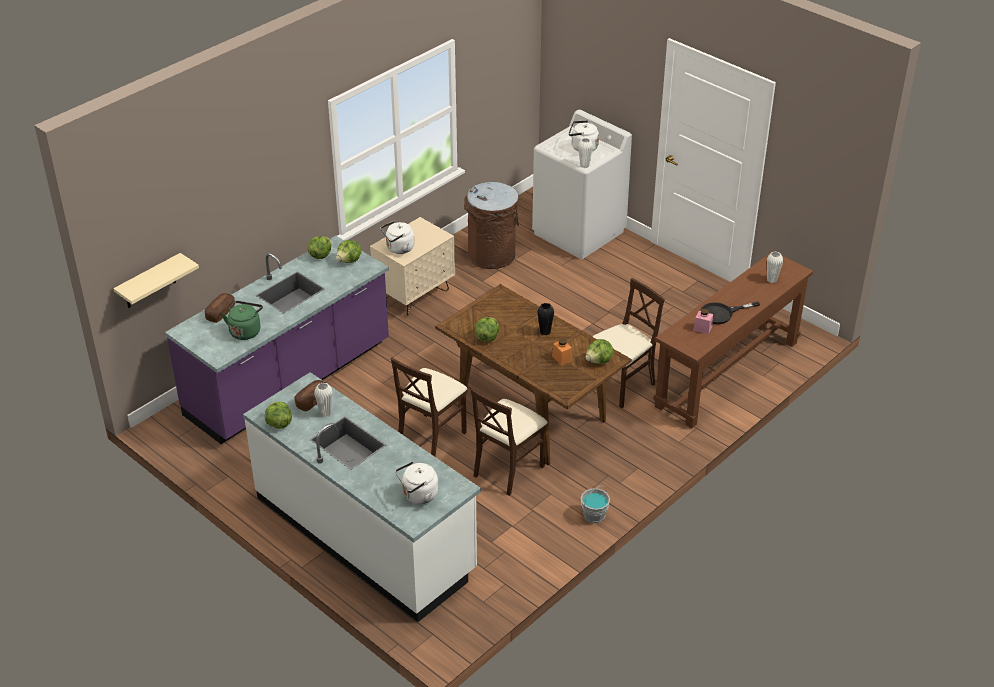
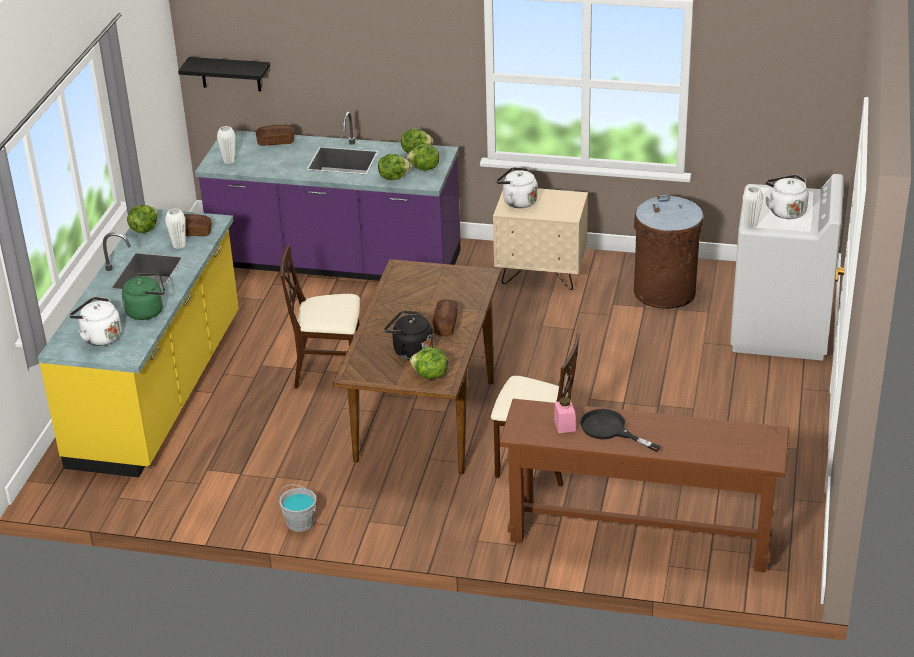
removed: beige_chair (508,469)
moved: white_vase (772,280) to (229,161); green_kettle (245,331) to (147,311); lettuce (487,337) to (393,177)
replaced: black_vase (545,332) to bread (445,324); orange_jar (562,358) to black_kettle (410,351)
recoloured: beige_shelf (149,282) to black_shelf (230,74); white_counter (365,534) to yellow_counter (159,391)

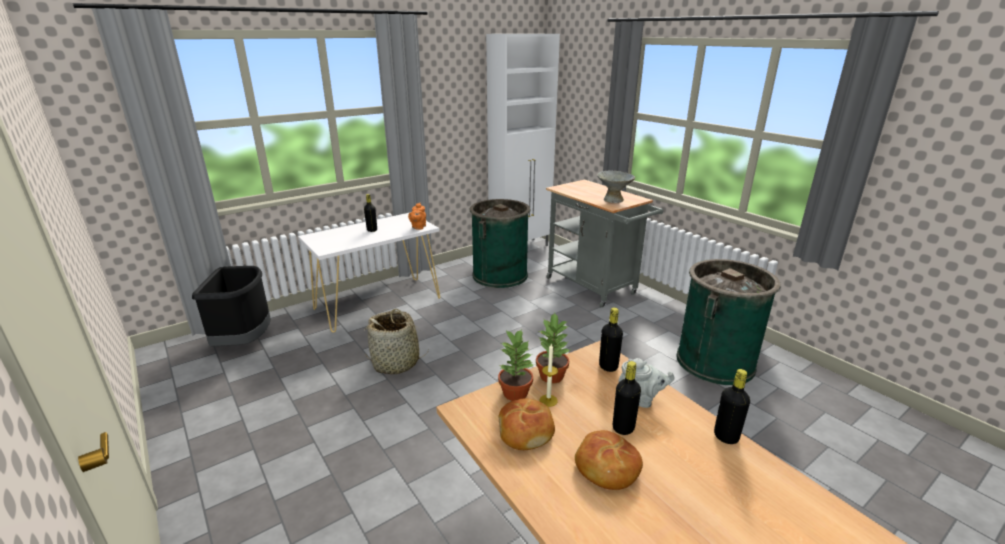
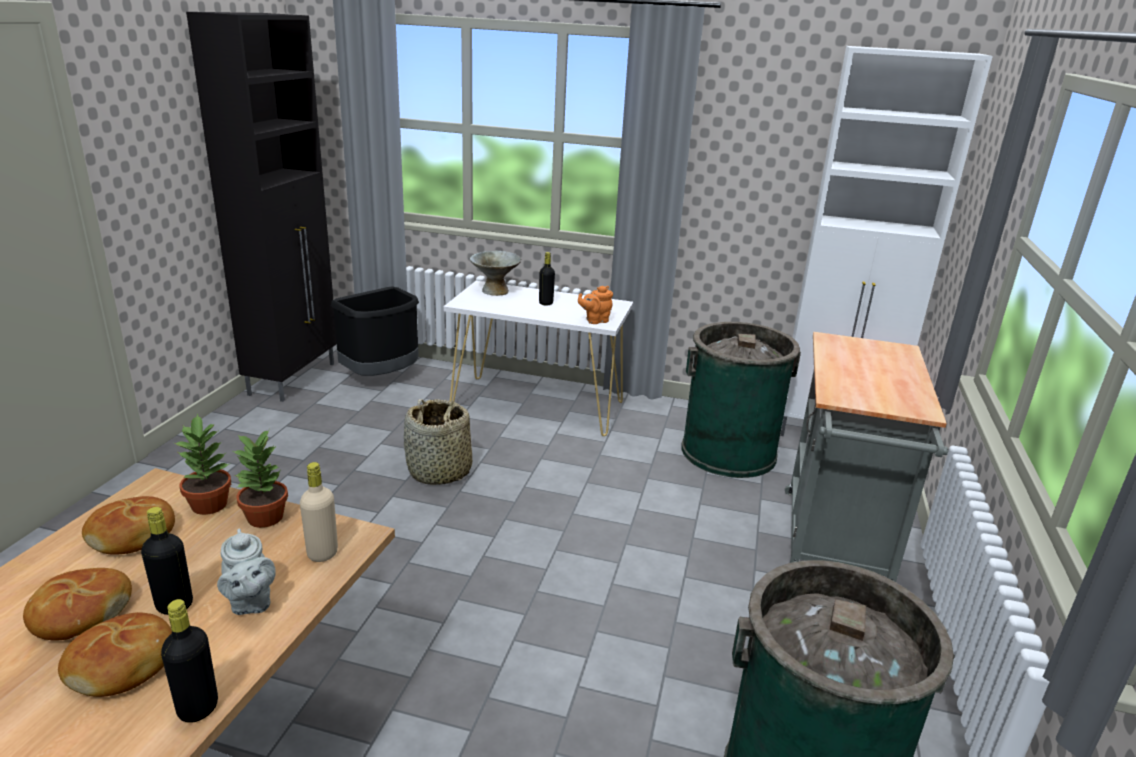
removed: candle (548,400)
added: black_cabinet (294,378); bread (123,666)
moved: grey_bowl (613,200) to (495,291)
recoloured: black_bottle (608,366) to beige_bottle (322,553)

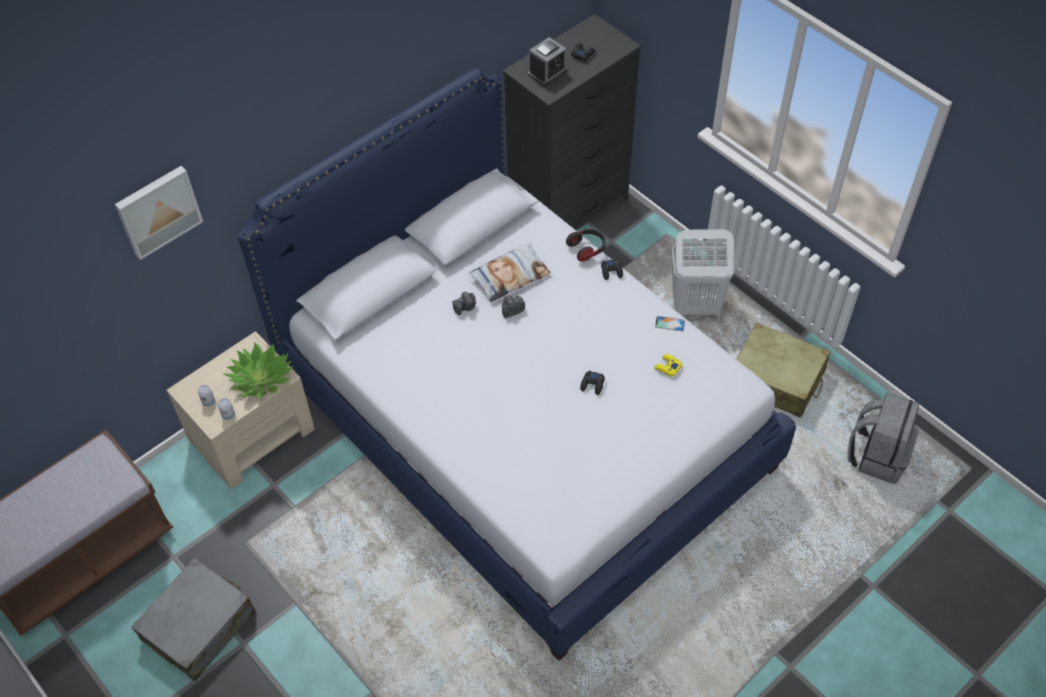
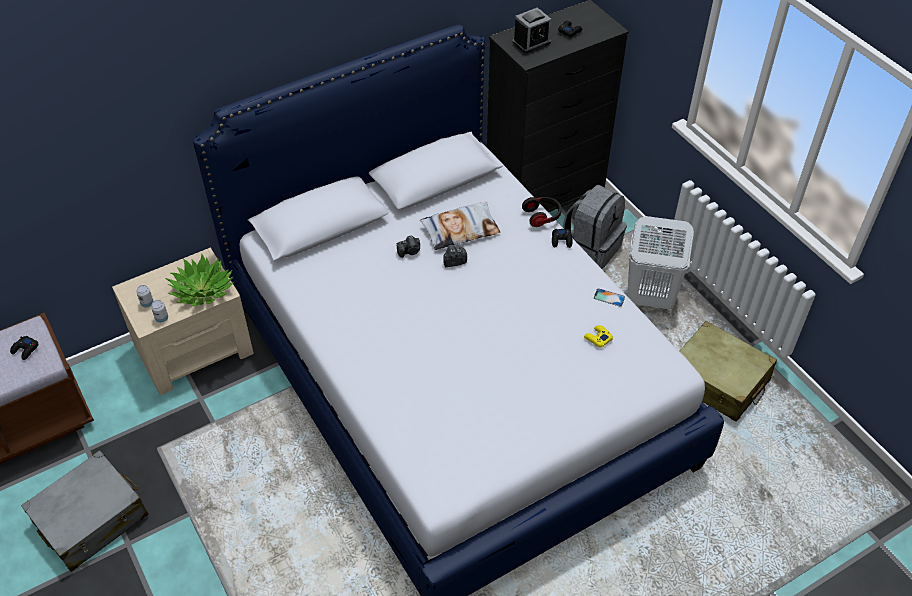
removed: picture (157,210)
moved: black_game_controller (592,385) to (25,350); grey_backpack (877,455) to (591,248)

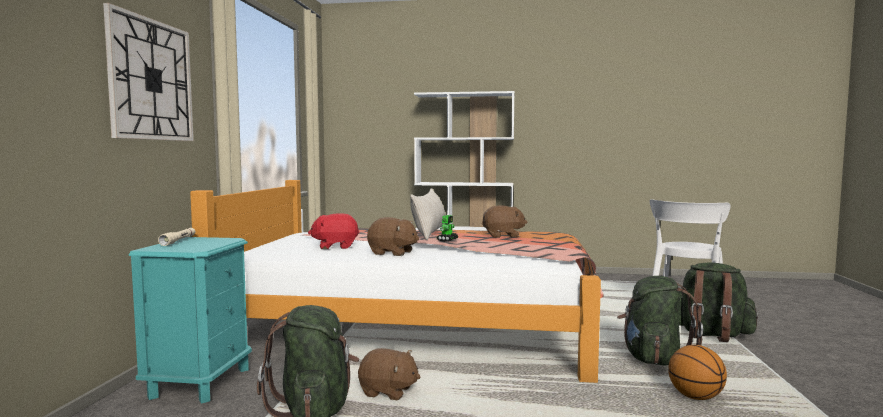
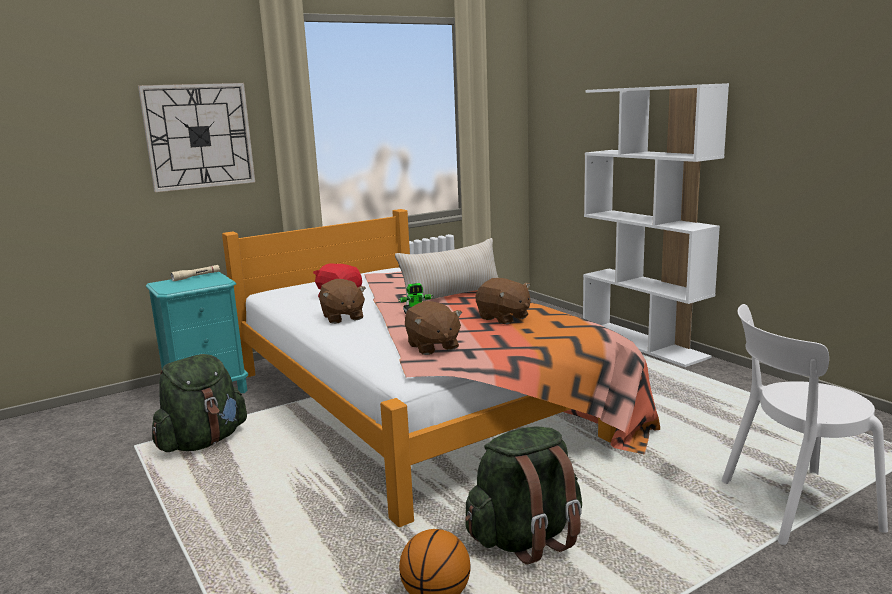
removed: green_backpack (711,335)
moved: brown_plush_toy (388,392) to (432,347)

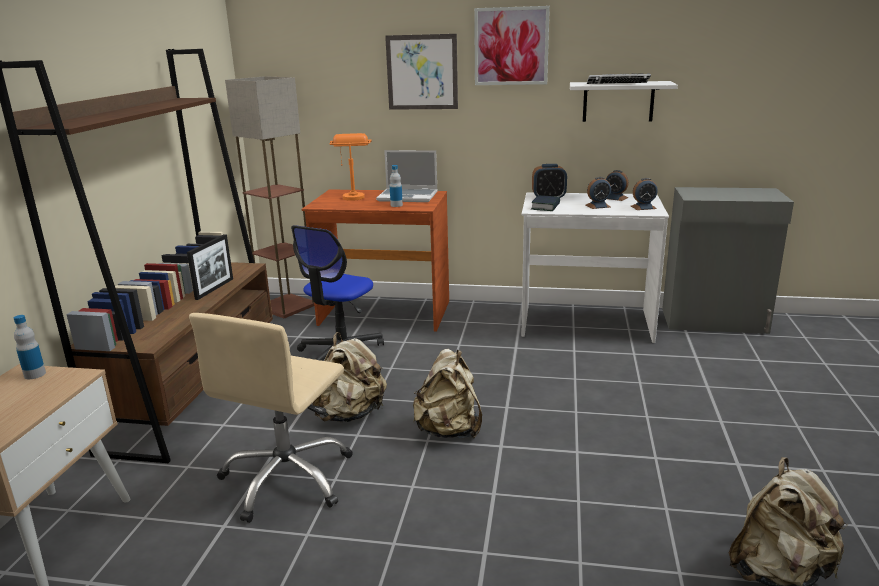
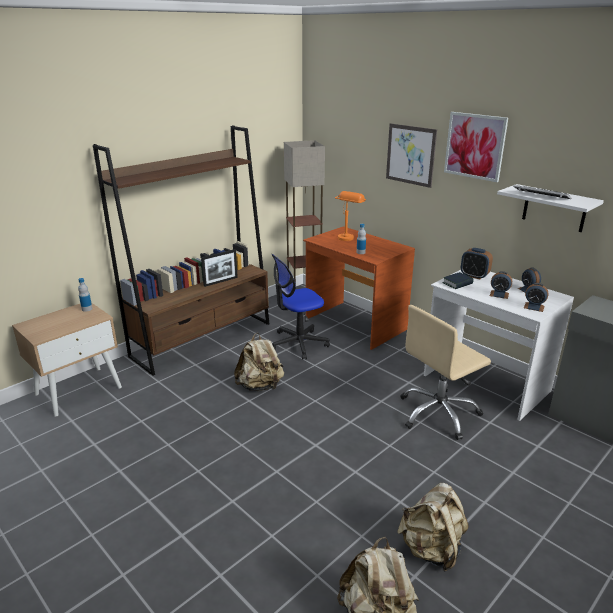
removed: laptop (408,197)
moved: beige_office_chair (288,479) to (438,413); beige_backpack (449,430) to (431,549)

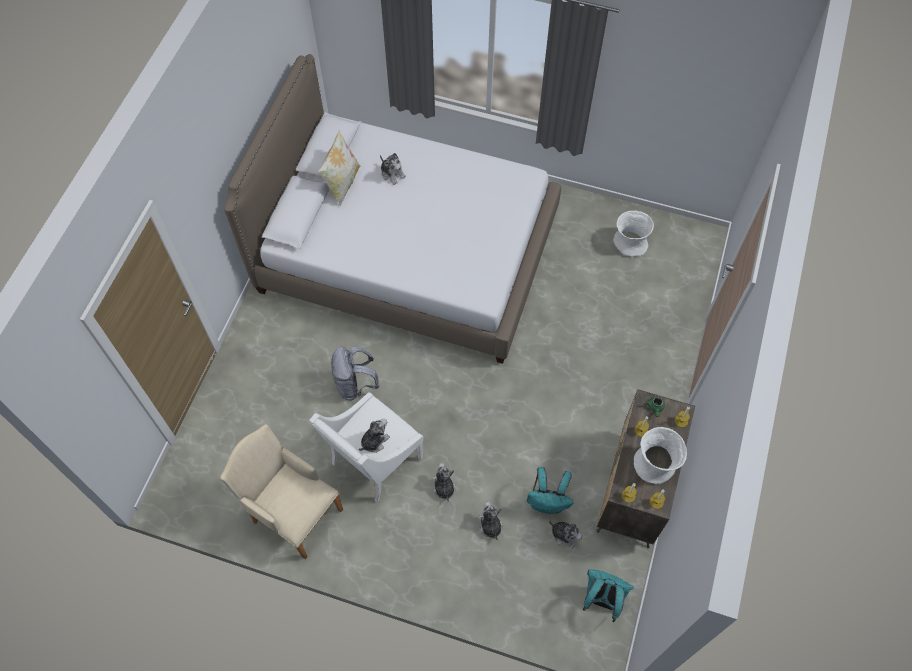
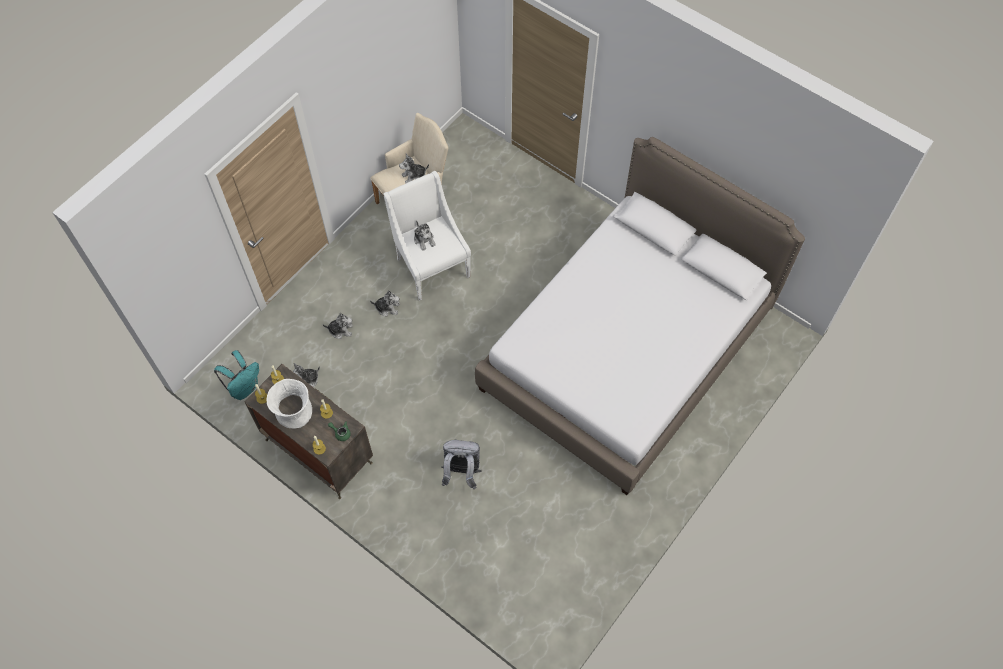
removed: pillow (342,184); white_vase (630,242); turquoise_backpack (547,503)
moved: plush_toy (392,173) to (414,176); grey_backpack (355,385) to (461,472)

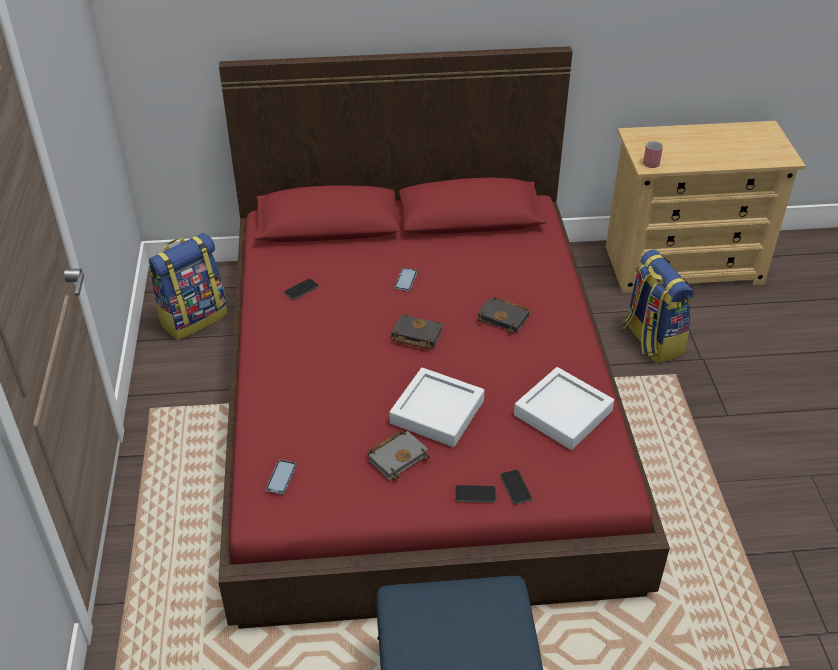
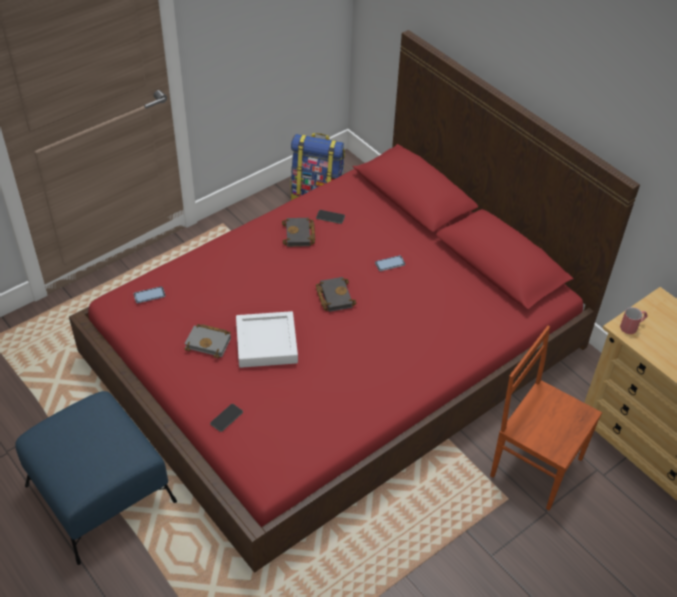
removed: white_tray (563,413); phone (475,494)
moved: black_book (505,318) to (300,235)
replaced: backpack (651,340) to brown_chair (535,465)

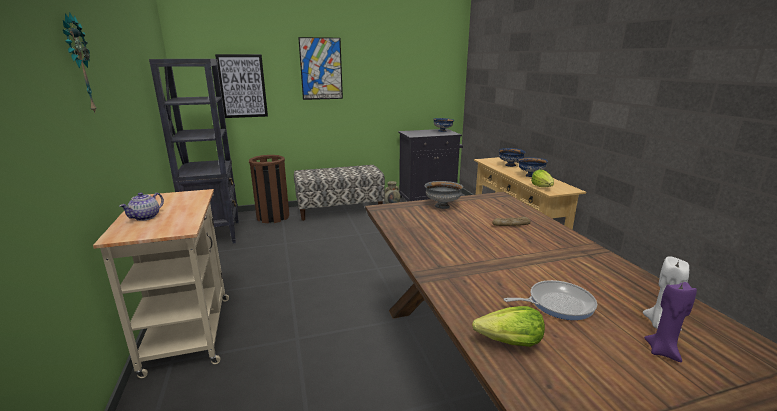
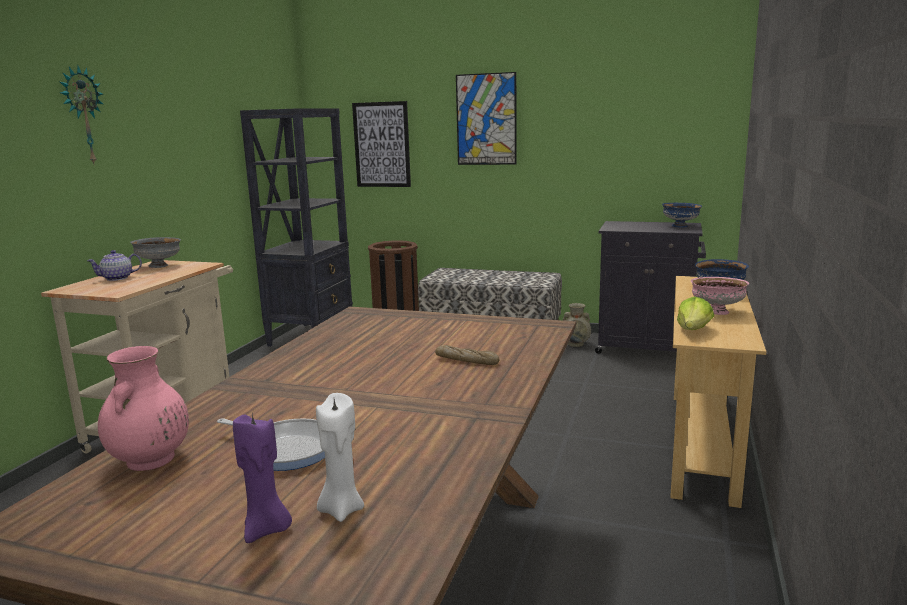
moved: grey_bowl (442,206) to (159,266)
replaced: lettuce (510,342) to pink_vase (150,460)
recoloured: blue_bowl (530,176) to pink_bowl (716,312)

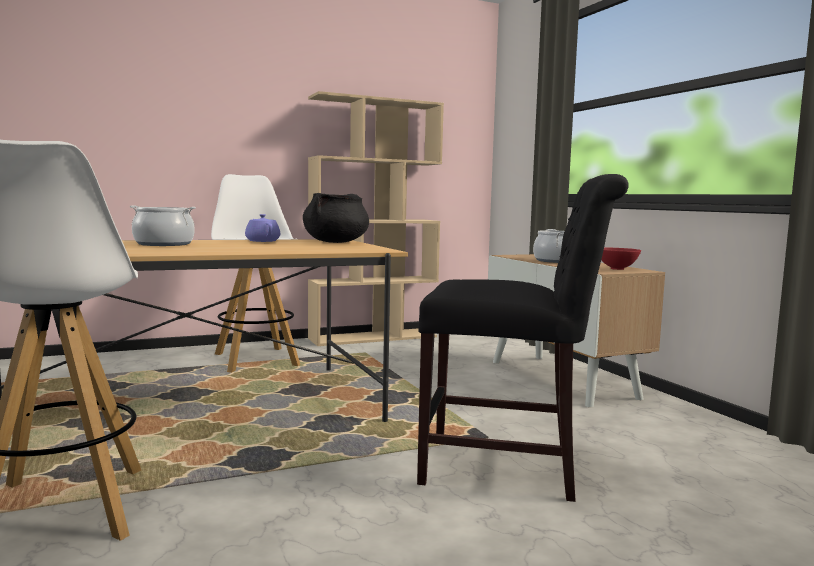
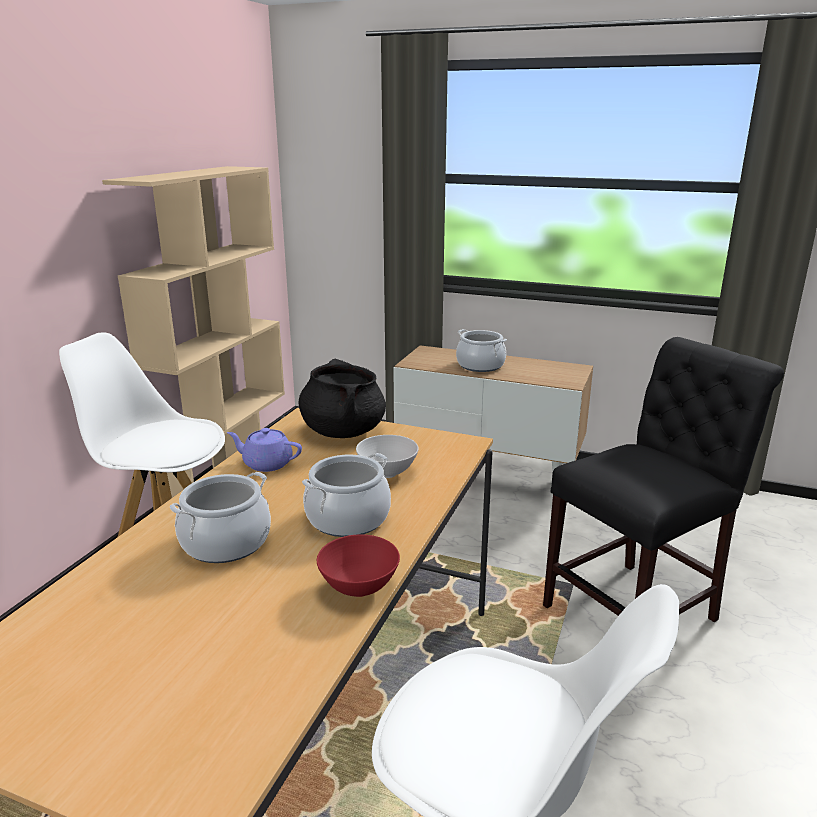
added: white_bowl (387,473); cooking_pot (347,518)
moved: red_bowl (617,269) to (358,589)

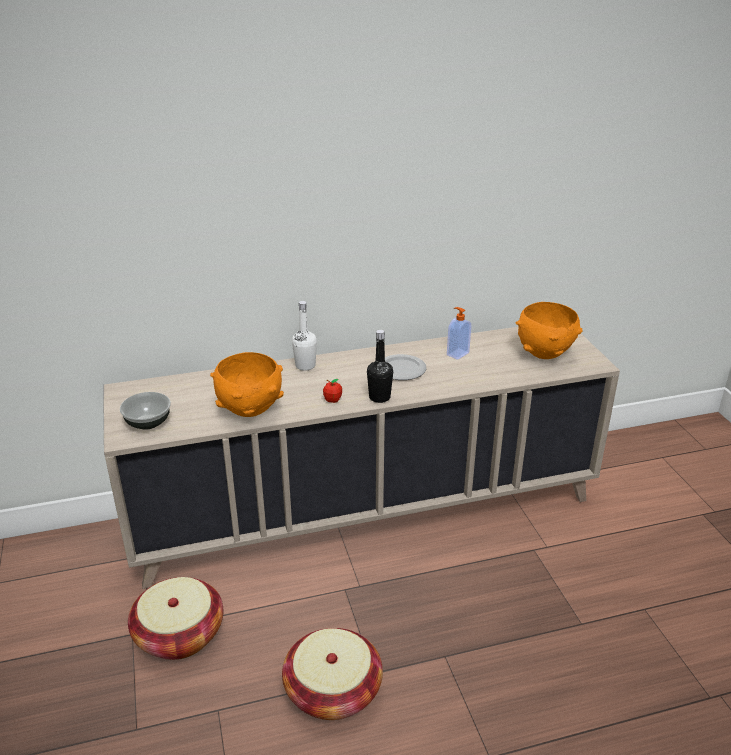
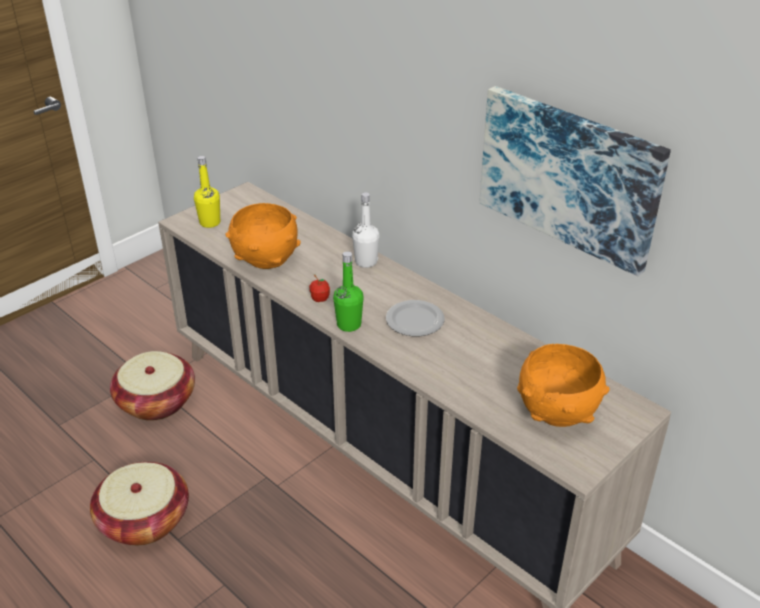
removed: soap_dispenser (457,353)
added: picture (569,176)
replaced: bowl (148,422) to yellow_bottle (210,222)
recoloured: black_bottle (379,397) to green_bottle (349,325)

